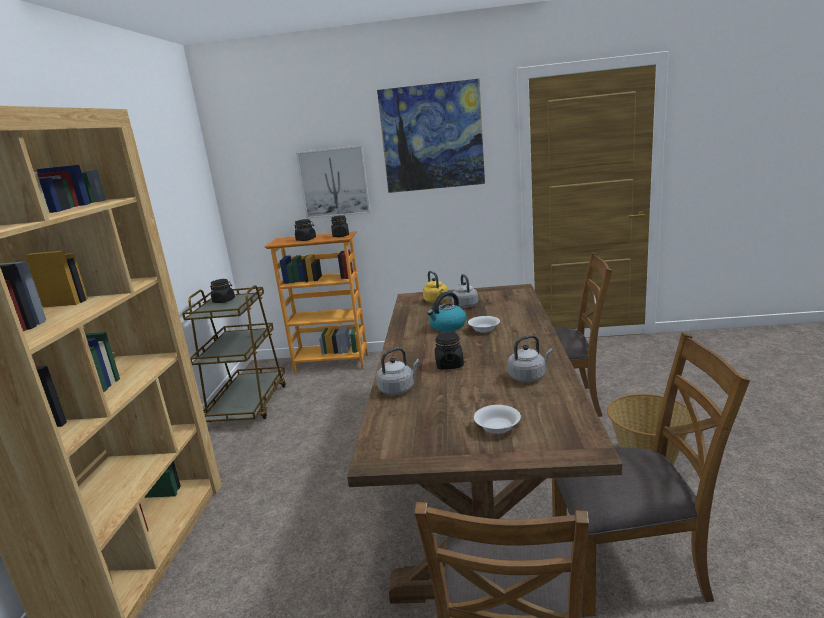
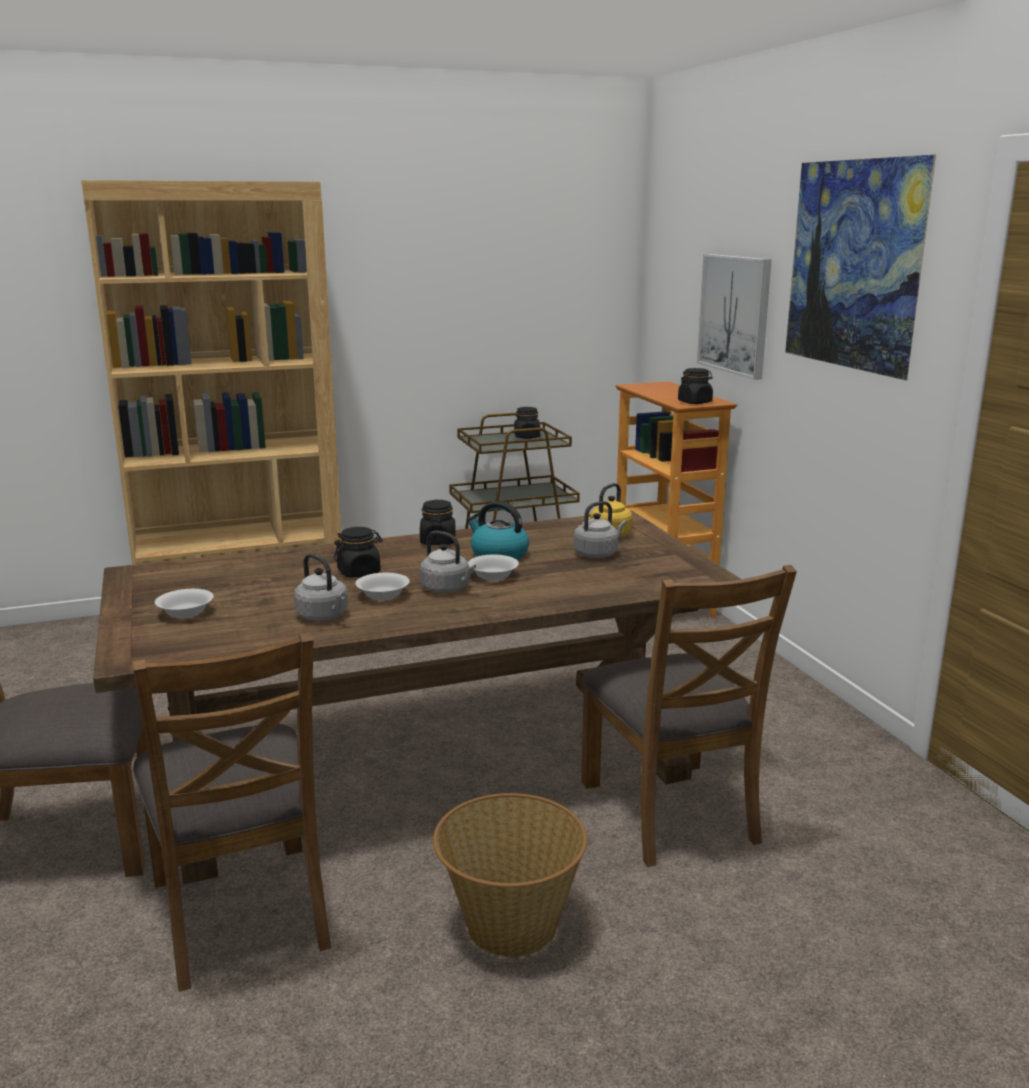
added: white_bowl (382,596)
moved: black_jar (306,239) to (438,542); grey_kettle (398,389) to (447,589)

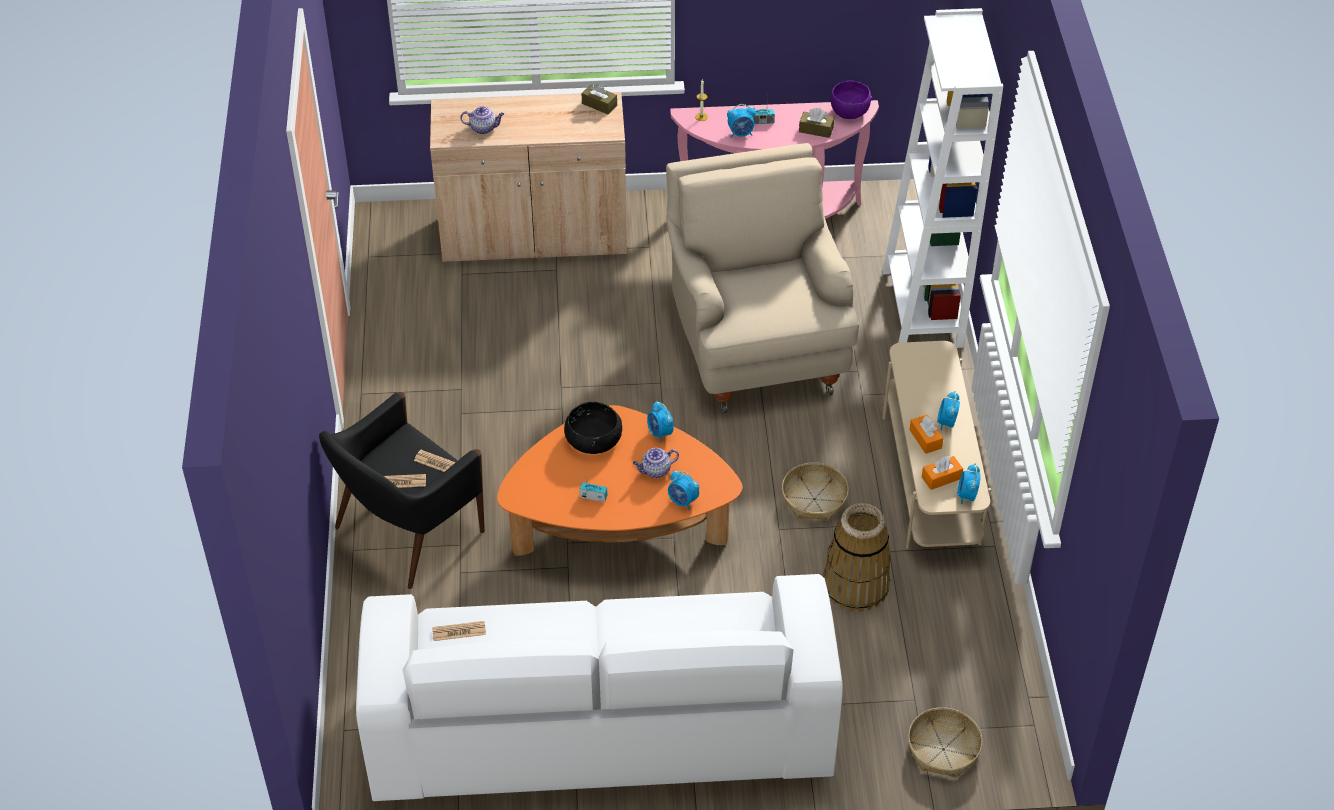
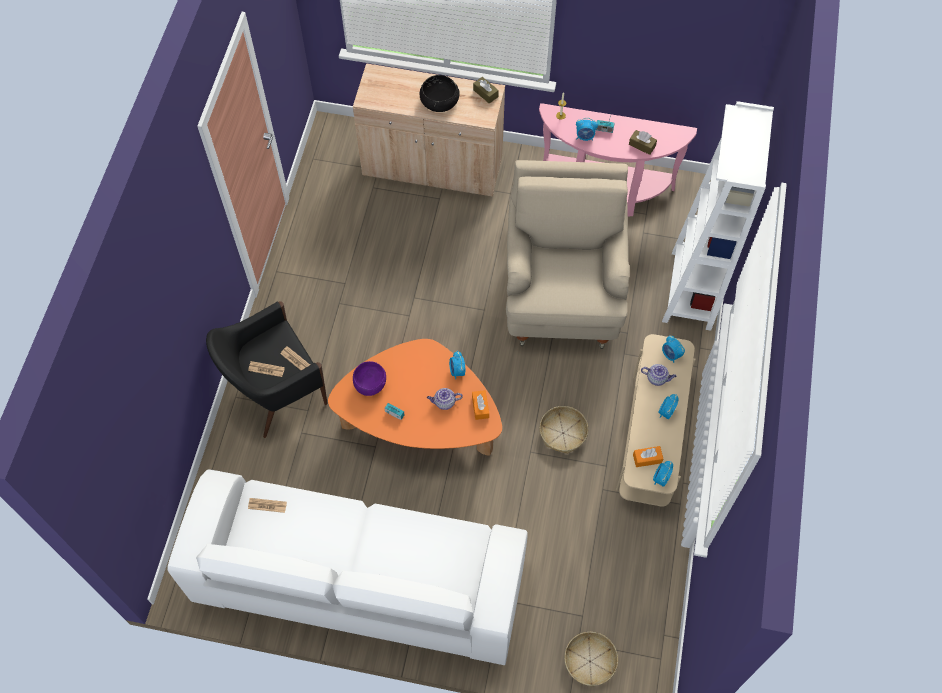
removed: basket (855,586)
moved: purple_bowl (849,112) to (370,384); teapot (484,128) to (657,378); black_bowl (593,438) to (439,100); orange_tissue_box (925,439) to (480,407); alarm_clock (683,501) to (671,355)

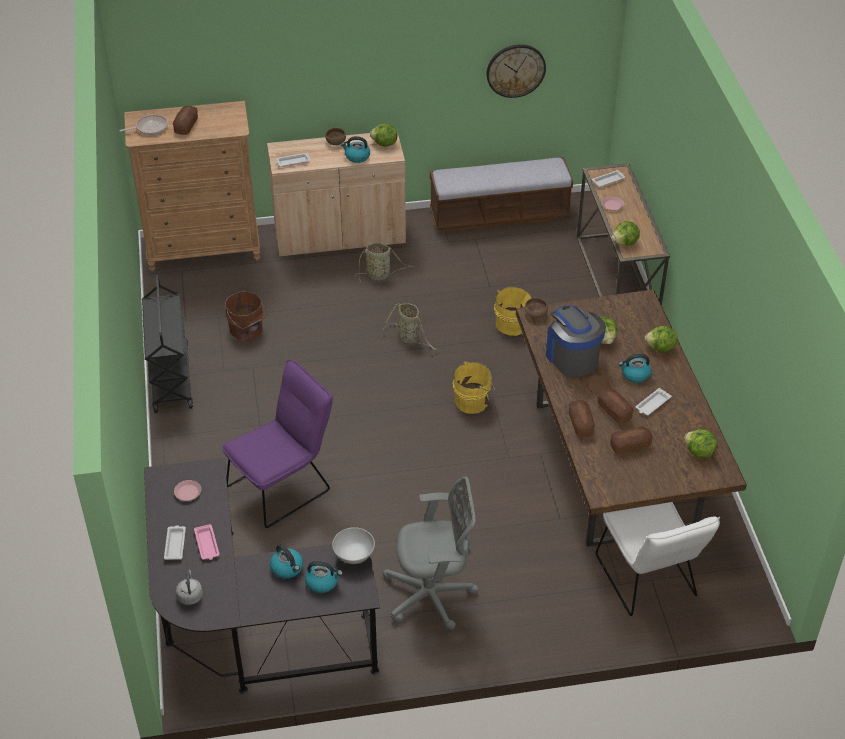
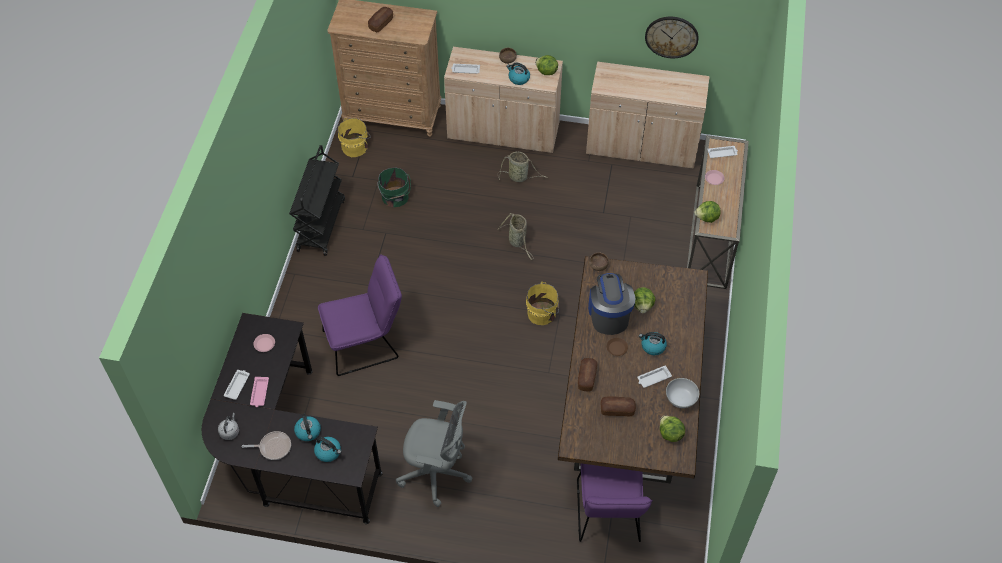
removed: lettuce (660,348); bread (614,411)
moved: frying_pan (150,128) to (273,447); yellow_bucket (513,323) to (356,146); white_bowl (353,555) to (680,399)
replaced: bench (499,215) to beige_cabinet (641,147)
recoloured: brown_bucket (246,329) to green_bucket (395,198); white_chair (648,581) to purple_chair (608,516)

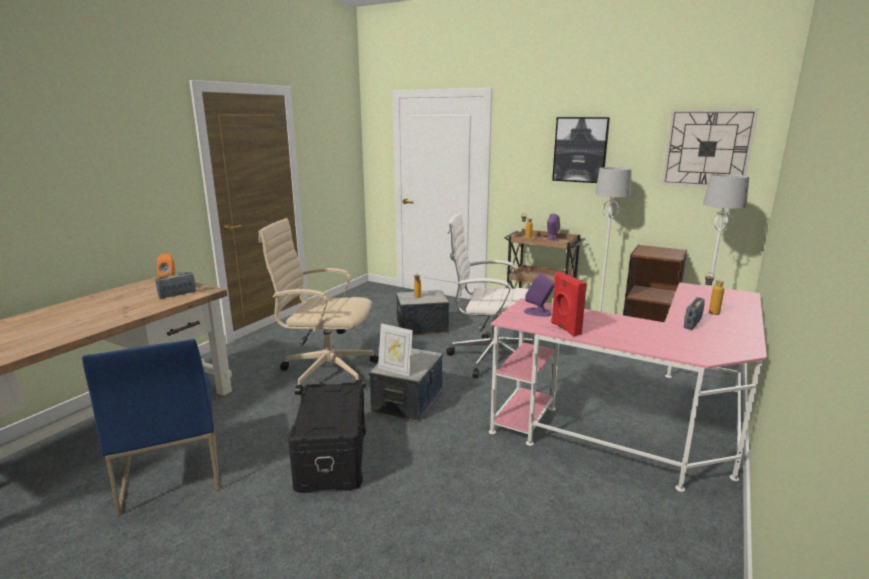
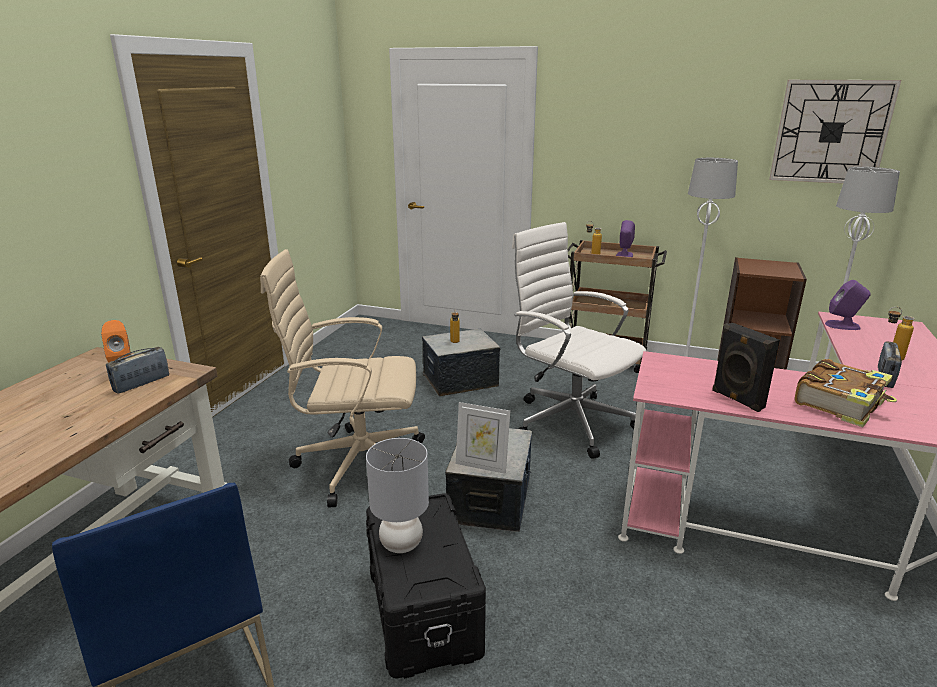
removed: picture (580,150)
added: book (841,403); grey_table_lamp (401,544)
moved: purple_speaker (538,312) to (843,325)
recoloured: red_speaker (564,329) to black_speaker (736,400)
turned: white_office_chair (490,358) = (570,421) 45 degrees clockwise

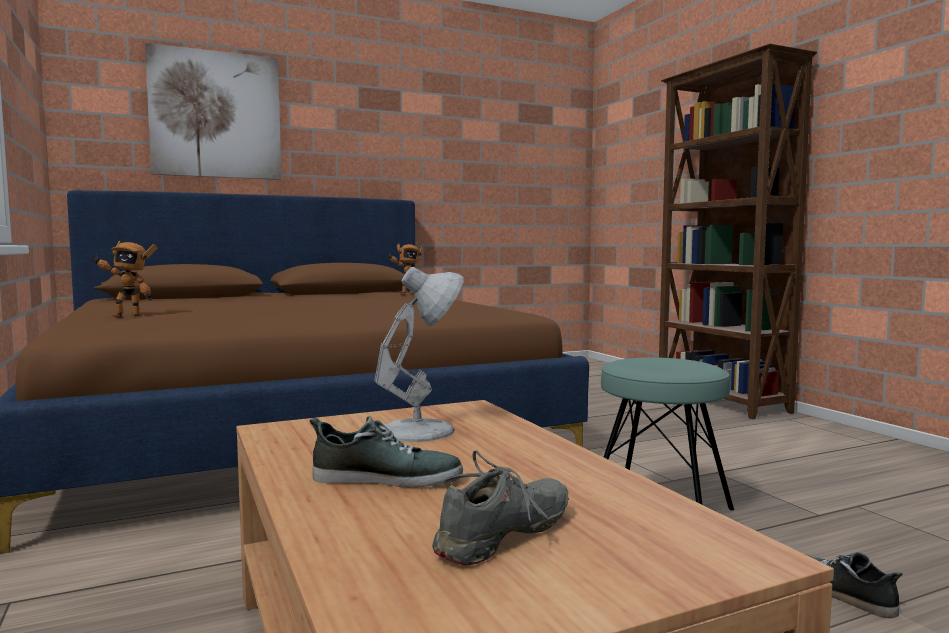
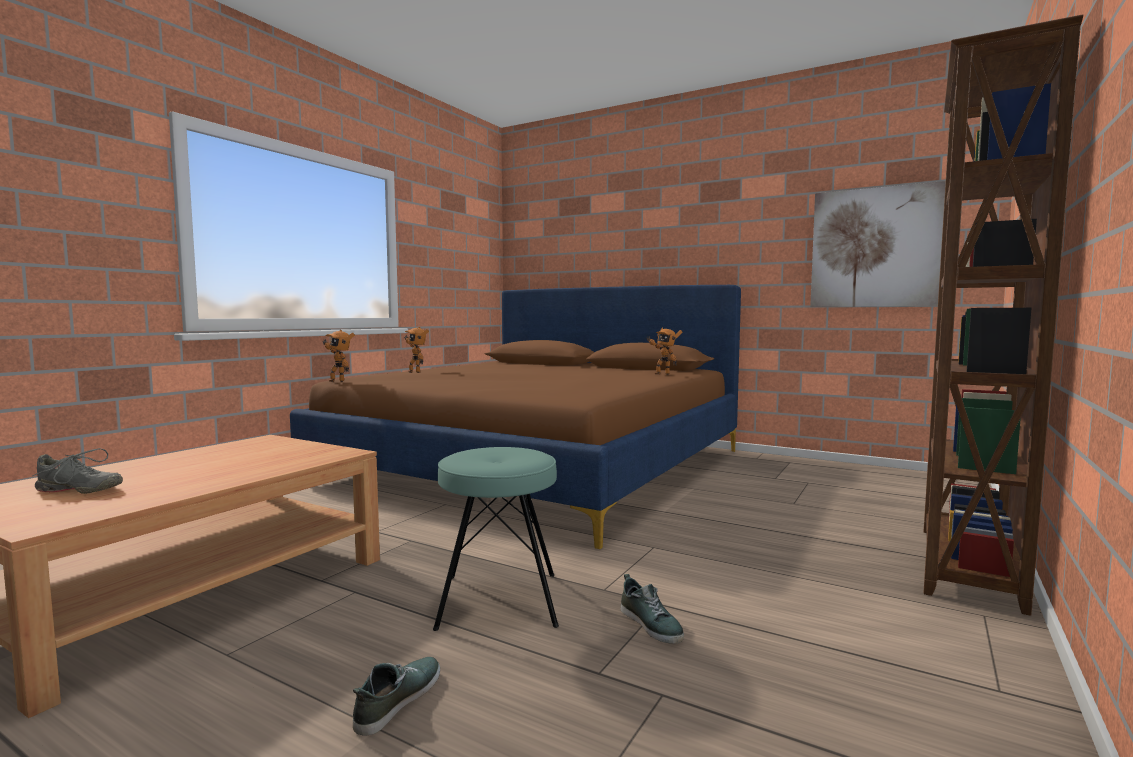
removed: white_table_lamp (421,430)
added: toy_robot (338,381)
moved: picture (216,115) to (875,247); shoe (386,478) to (651,624)

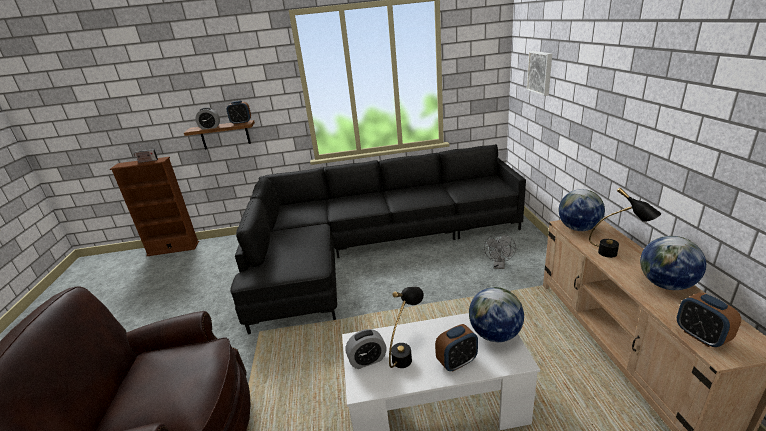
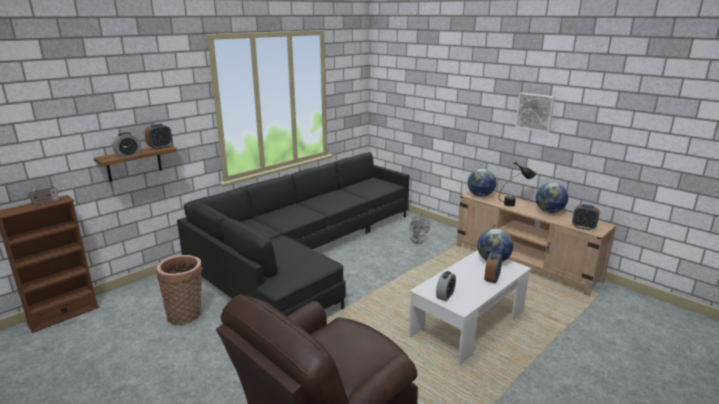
removed: black_table_lamp (406,353)
added: basket (186,315)
moved: picture (540,72) to (535,112)

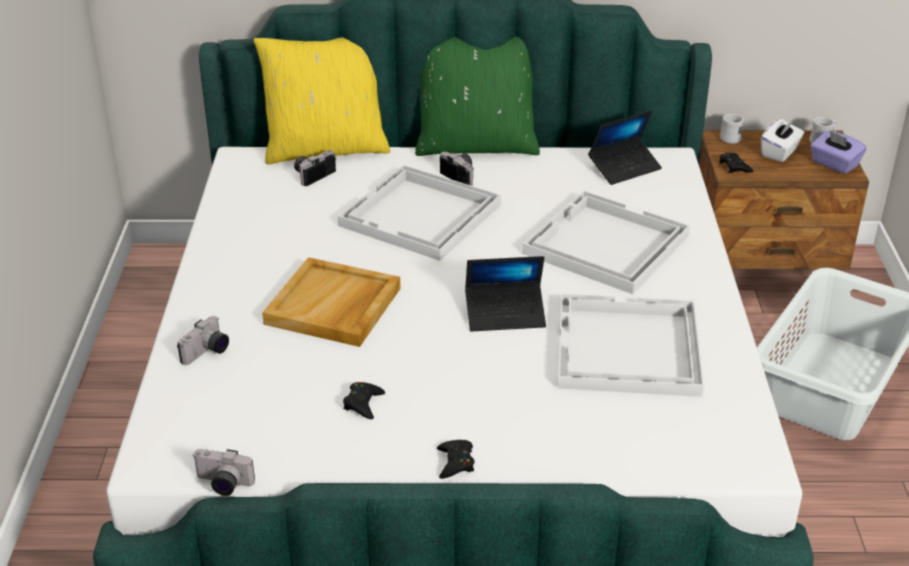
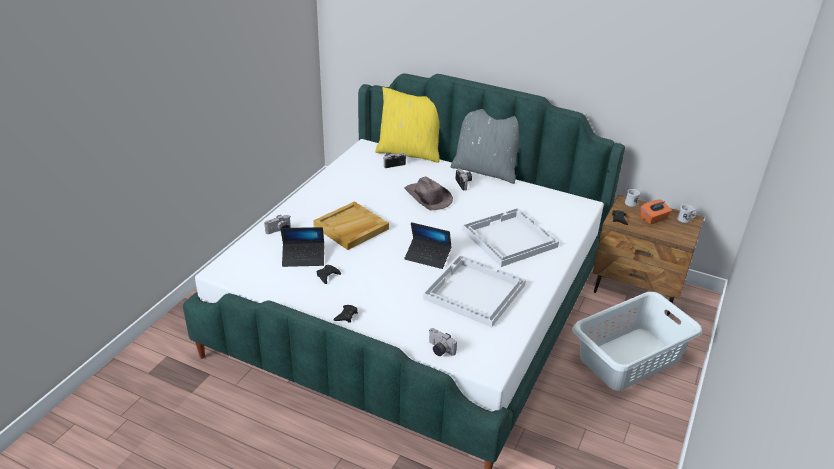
removed: purple_tissue_box (834,164)
moved: laptop (624,168) to (303,258); photo_camera (222,484) to (439,350)
replaced: white_tray (421,216) to brown_hat (427,197)
recoloured: green_pillow (476,145) to grey_pillow (486,170); white_tissue_box (780,152) to orange_tissue_box (653,219)

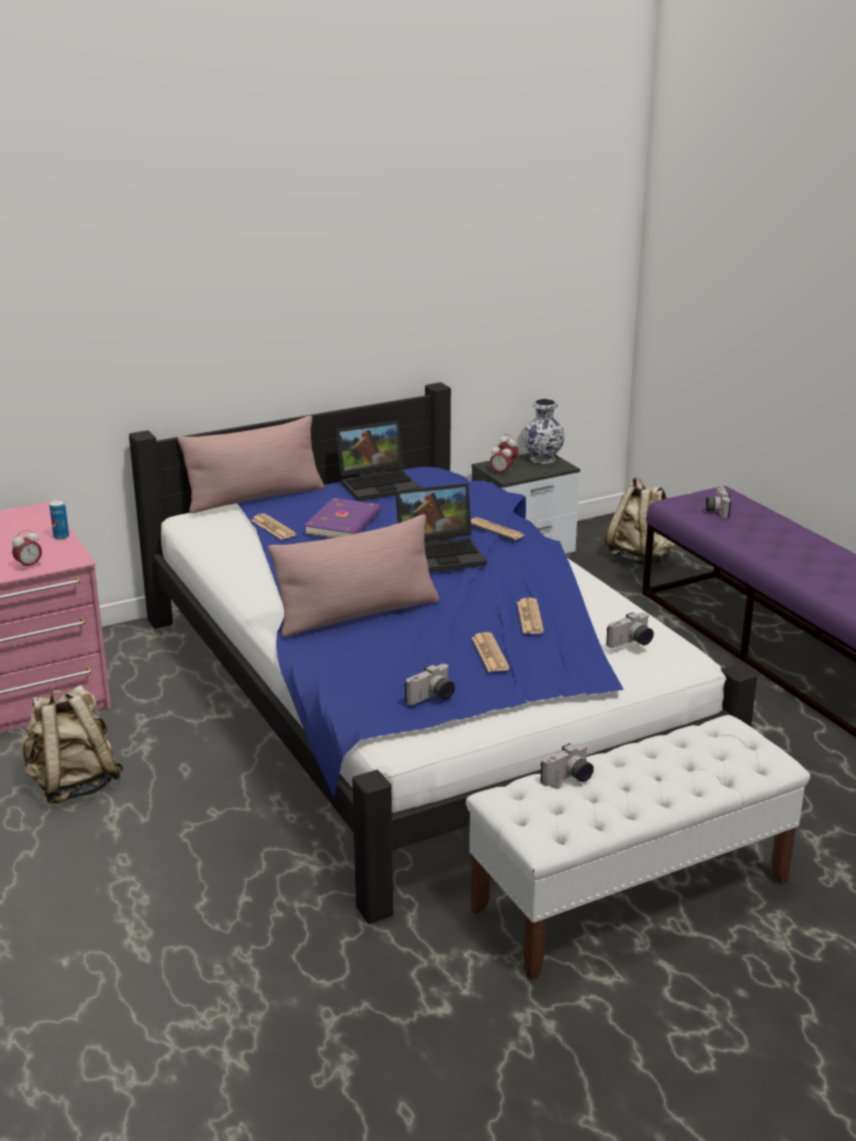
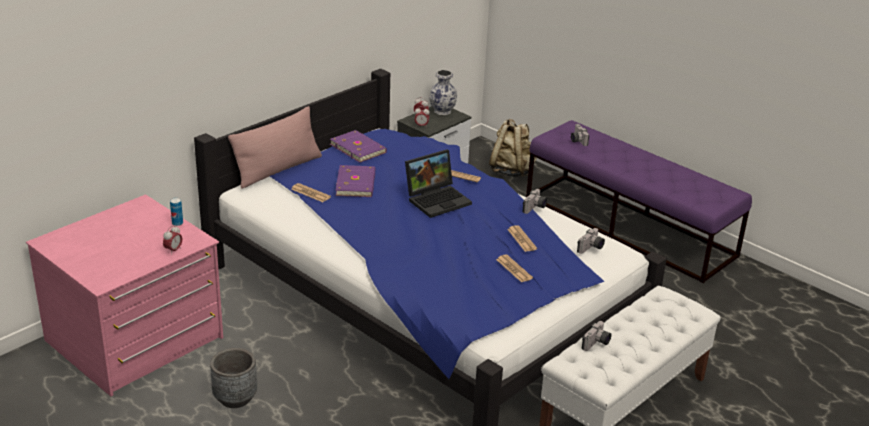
removed: pink_pillow (357,614)
moved: photo_camera (432,698) to (535,208)
replaced: laptop (379,484) to purple_book (358,148); beige_backpack (73,785) to grey_planter (235,398)

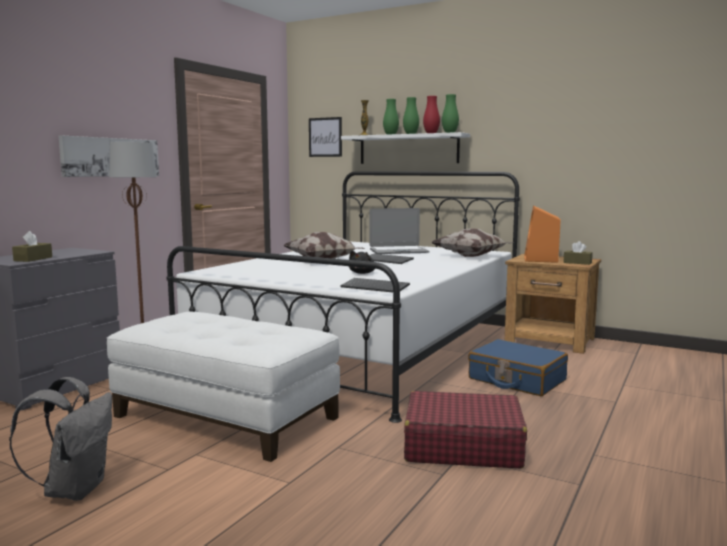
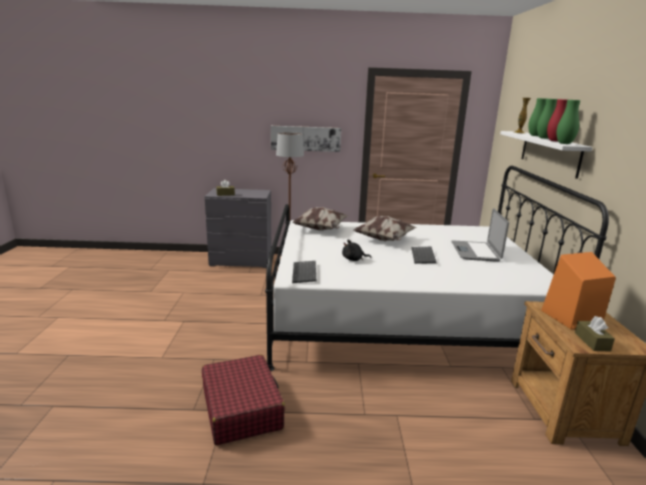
removed: picture (325,137); white_ottoman (227,416); blue_suitcase (516,380); grey_backpack (74,489)
moved: pillow (472,256) to (321,229)
turned: laptop (398,251) = (475,251) 45 degrees clockwise

